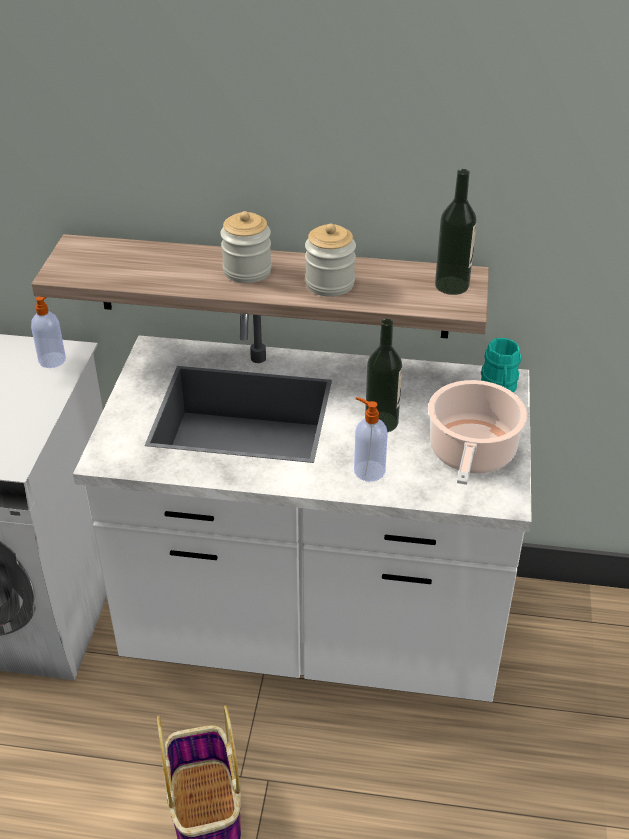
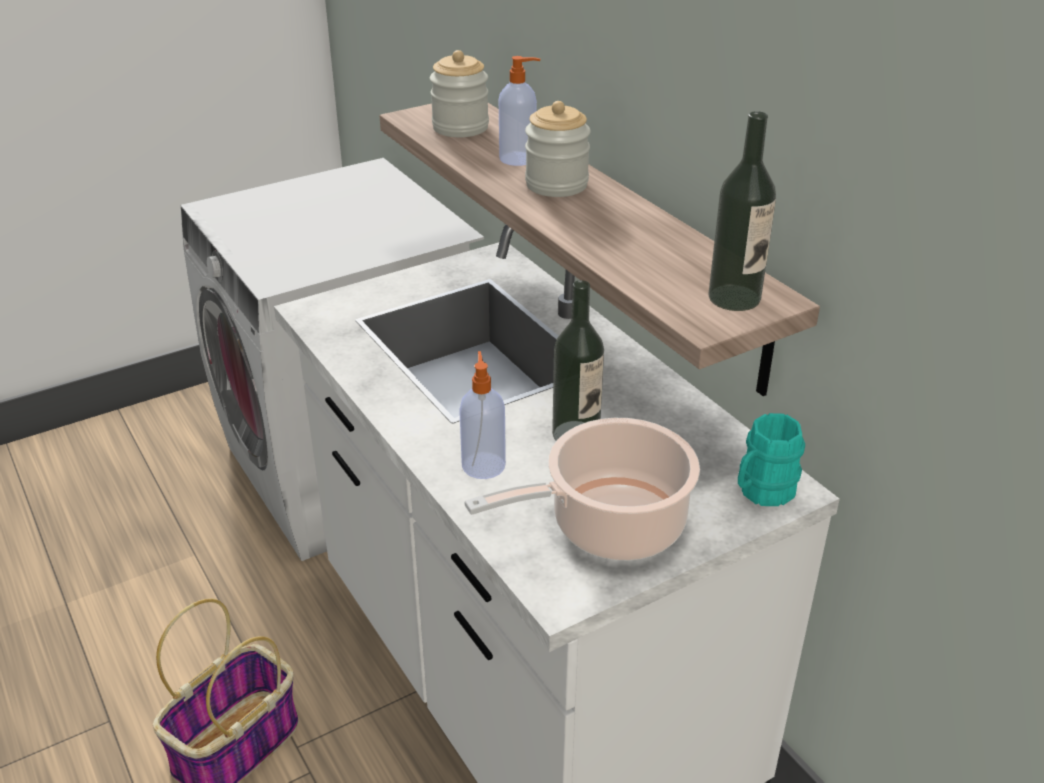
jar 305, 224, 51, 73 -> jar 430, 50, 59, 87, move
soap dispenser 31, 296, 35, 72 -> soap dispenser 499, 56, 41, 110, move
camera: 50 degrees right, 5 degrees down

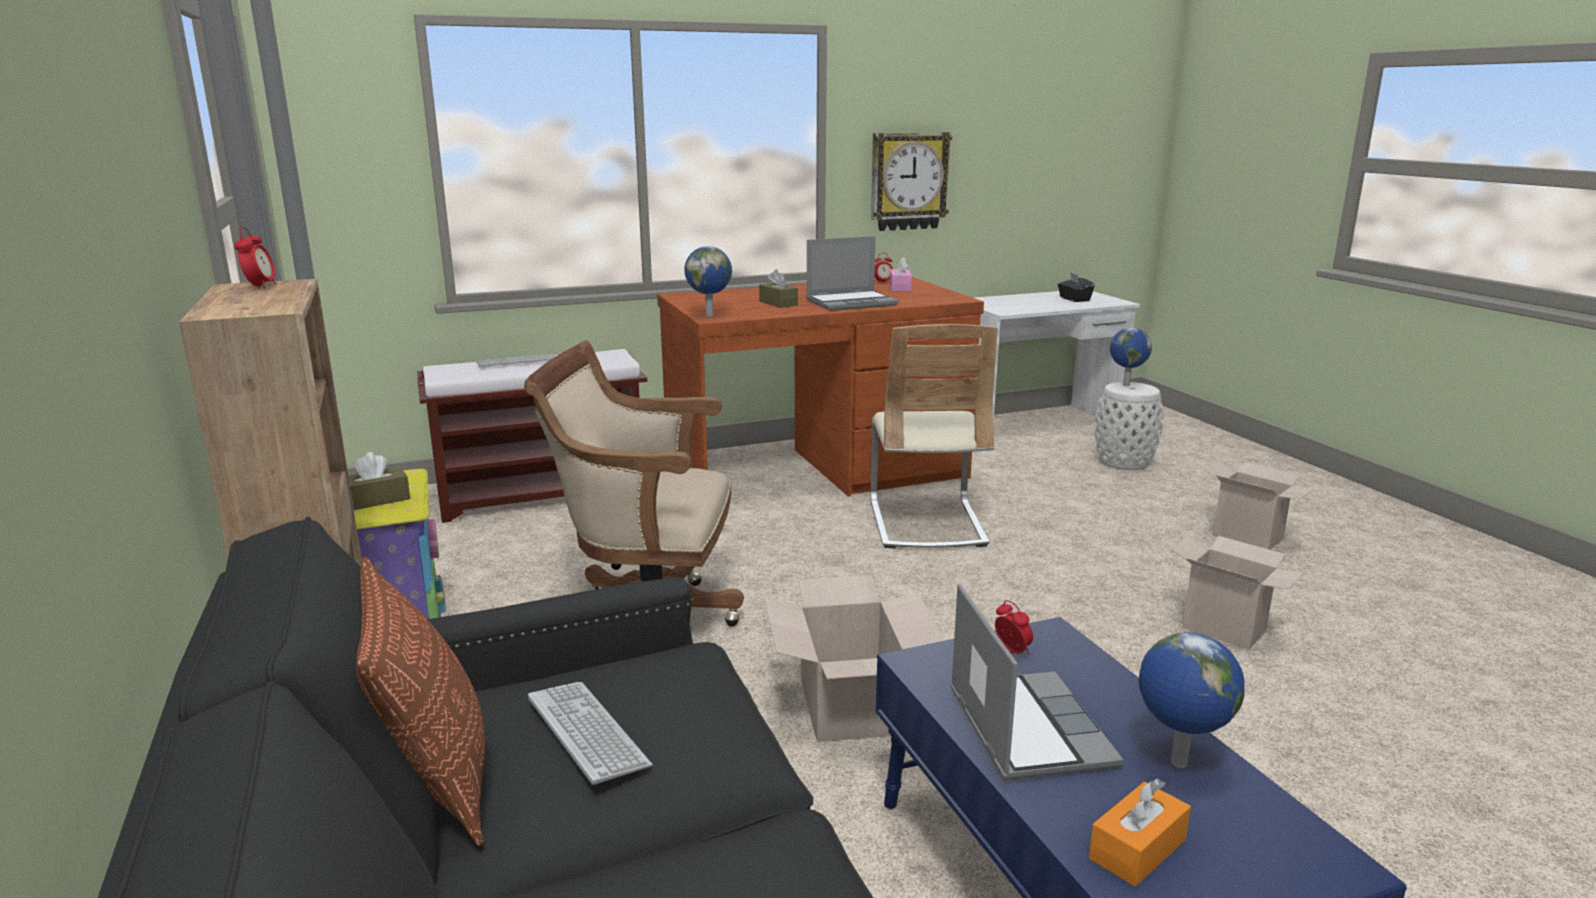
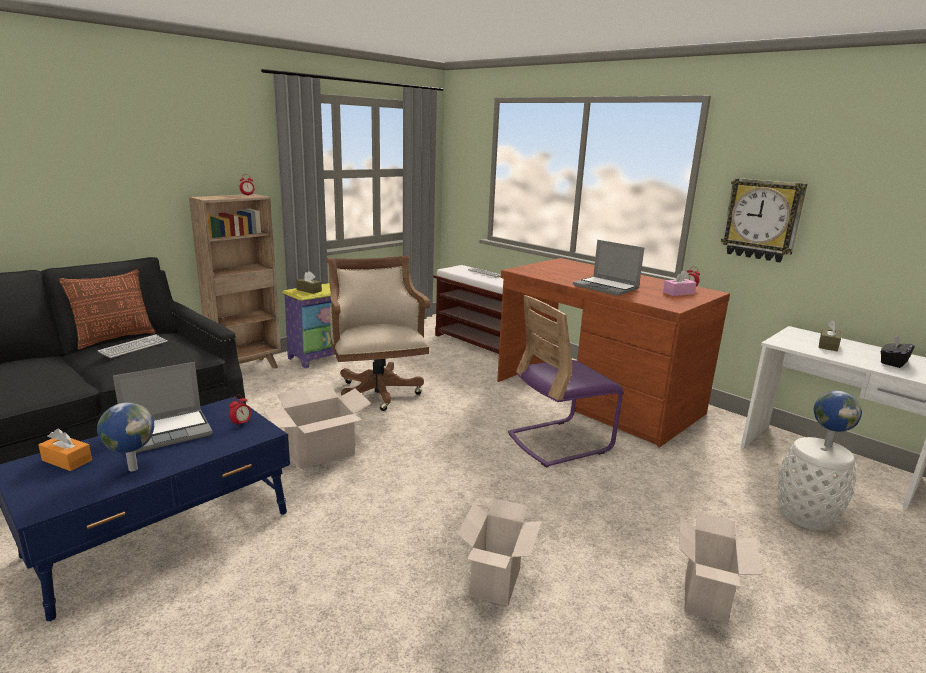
globe 684, 246, 48, 71 -> none
brown tissue box 759, 269, 39, 39 -> brown tissue box 819, 320, 22, 31, move
beige chair 871, 324, 127, 224 -> purple chair 508, 295, 116, 173
camera: 65 degrees right, 0 degrees up

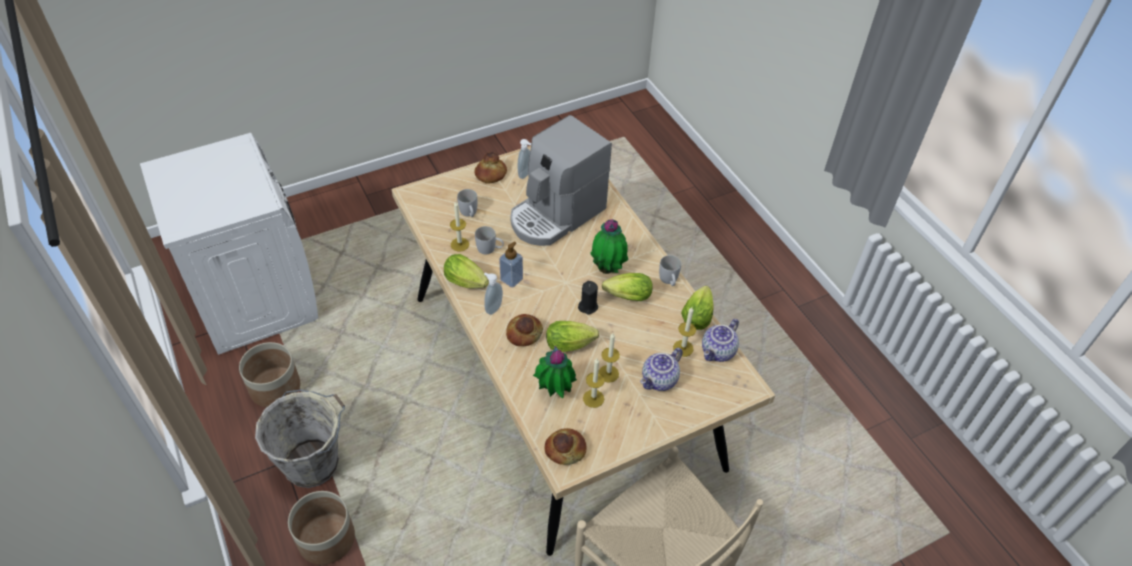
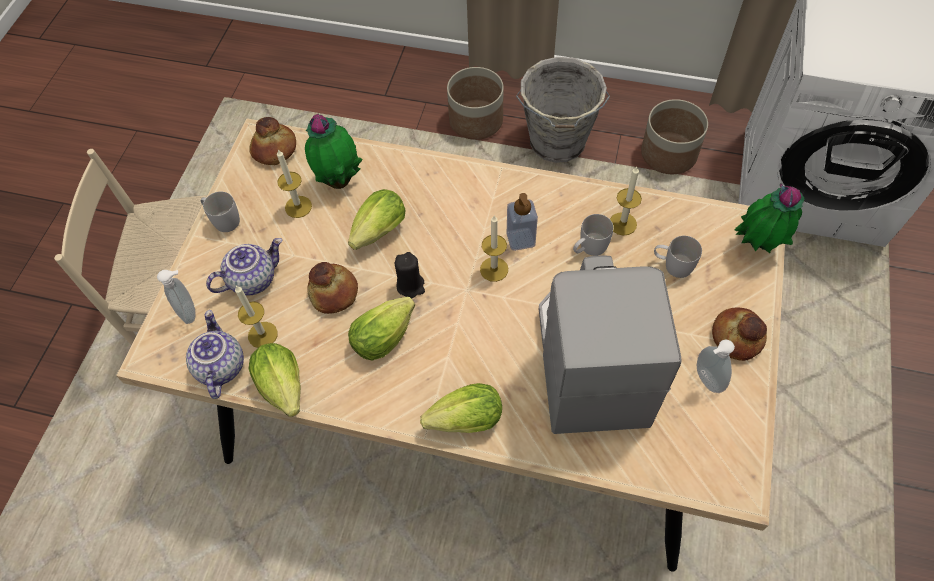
potted plant 590, 219, 38, 55 -> potted plant 735, 184, 69, 69, move
lettuce 444, 254, 45, 35 -> lettuce 420, 383, 82, 50, move
white mug 659, 255, 22, 31 -> white mug 200, 192, 40, 40, move
soap dispenser 484, 273, 19, 42 -> soap dispenser 157, 270, 39, 54, move
bread 506, 314, 37, 32 -> bread 307, 262, 51, 52, move
candle 598, 333, 22, 50 -> candle 480, 215, 28, 67, move
teapot 640, 348, 43, 43 -> teapot 206, 238, 77, 58, 60 degrees clockwise
camera: 135 degrees right, 10 degrees up

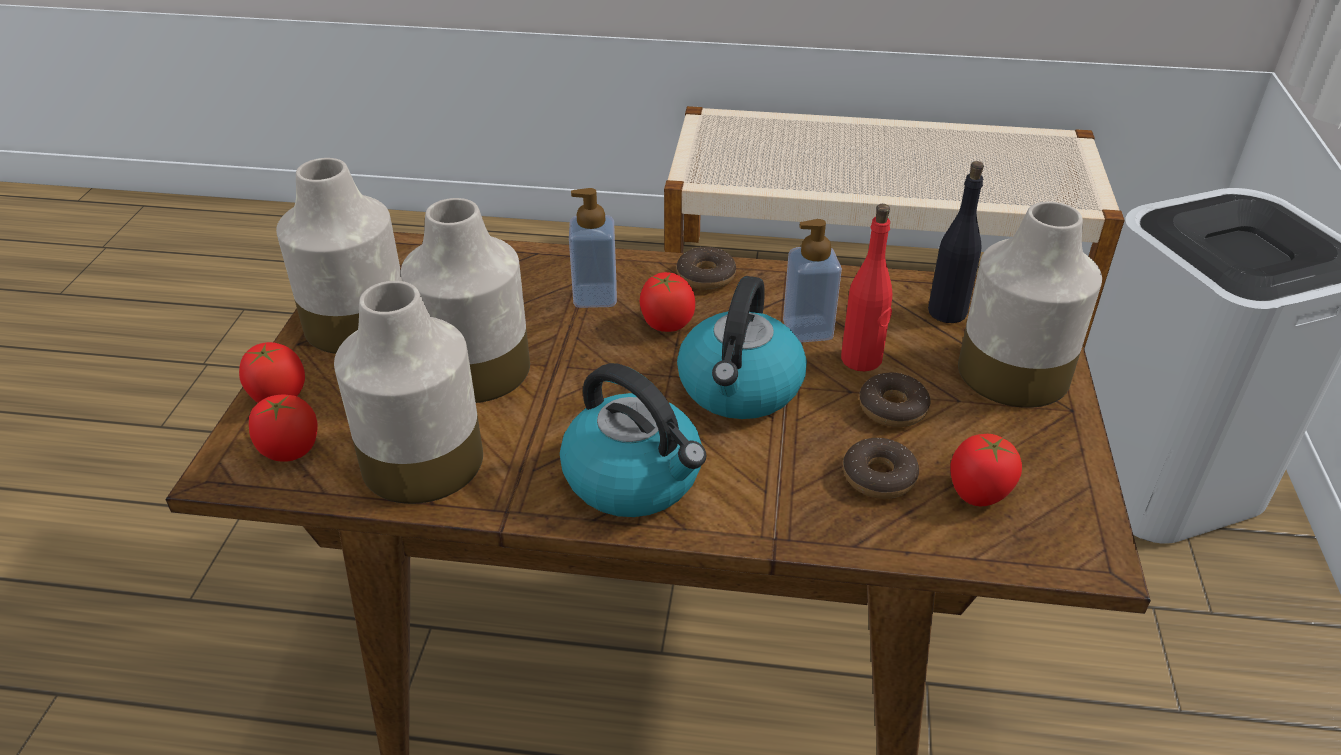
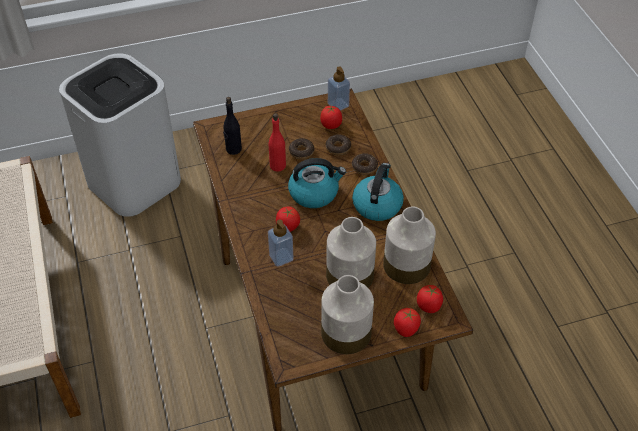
beige vase 958, 201, 144, 207 -> none
soap dispenser 783, 219, 59, 123 -> soap dispenser 328, 66, 22, 45, move
donut 676, 247, 60, 43 -> donut 352, 153, 26, 22, move
camera: 115 degrees left, 10 degrees up

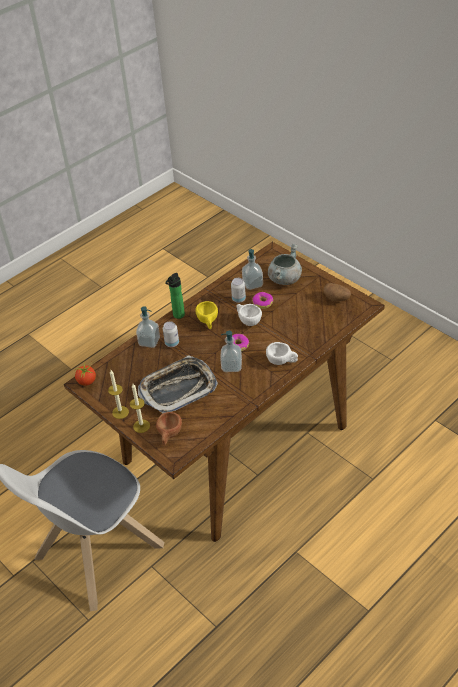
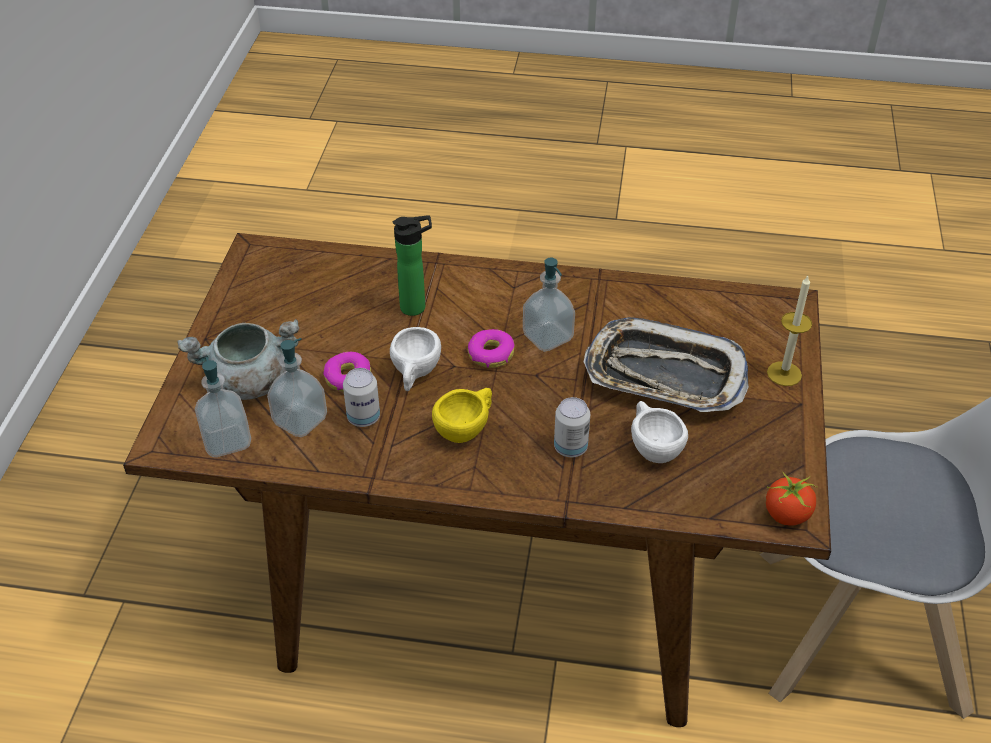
bottle 165, 273, 20, 46 -> bottle 393, 215, 39, 101, move
potato 323, 283, 28, 18 -> none
soap dispenser 136, 306, 24, 42 -> soap dispenser 195, 357, 56, 100, move
white cup 266, 342, 32, 23 -> white cup 631, 401, 57, 62, move
candle 108, 370, 21, 49 -> none
brown cup 156, 412, 26, 33 -> none
camera: 130 degrees left, 0 degrees up

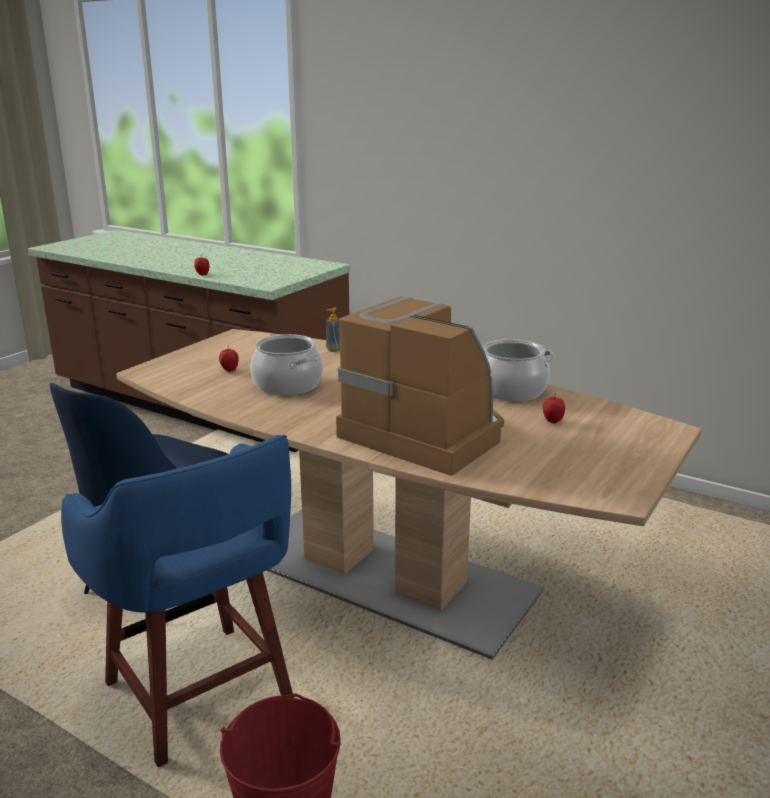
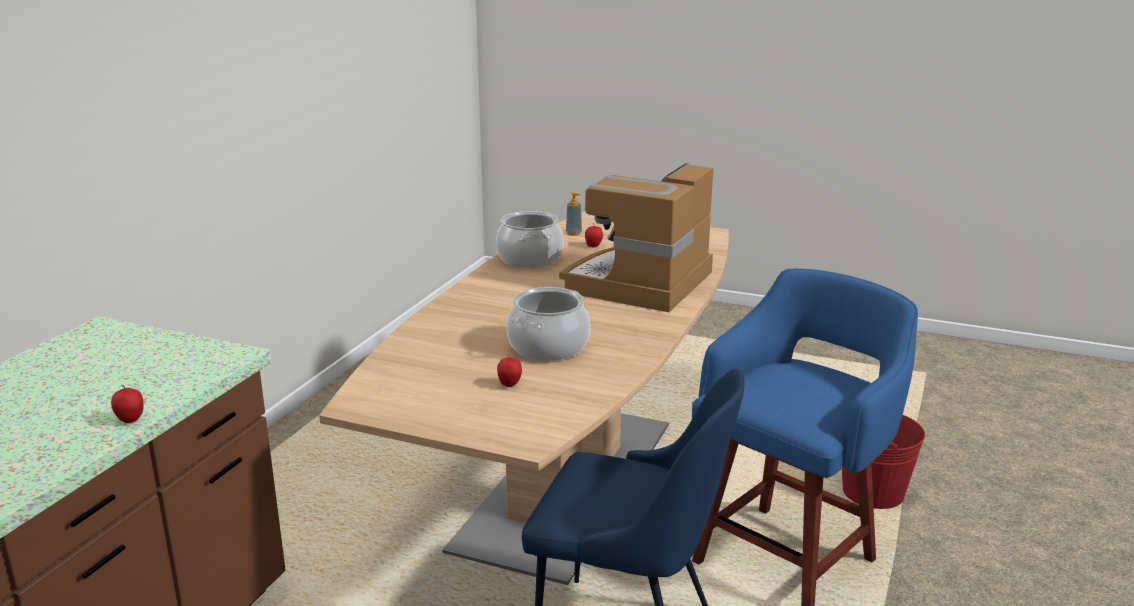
soap dispenser 326, 308, 14, 44 -> soap dispenser 566, 192, 16, 44, move
camera: 100 degrees left, 0 degrees up

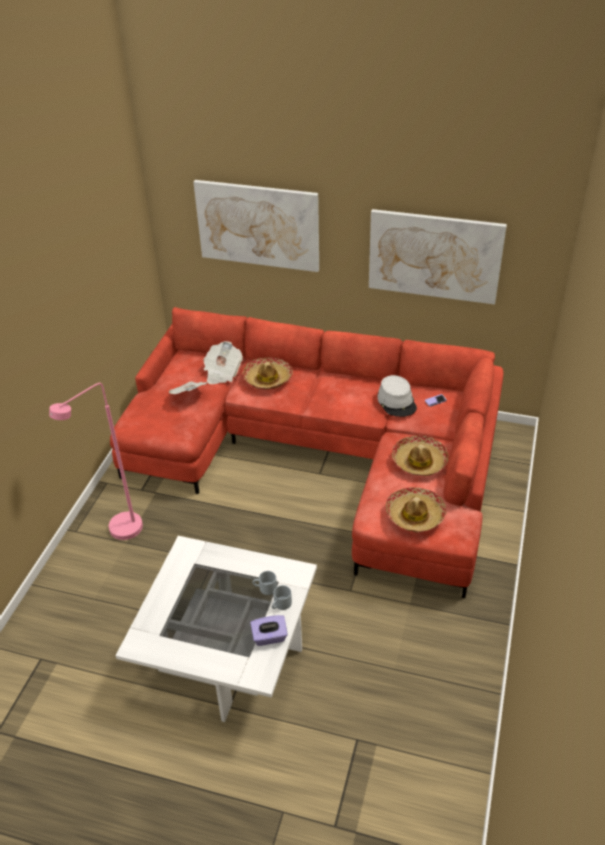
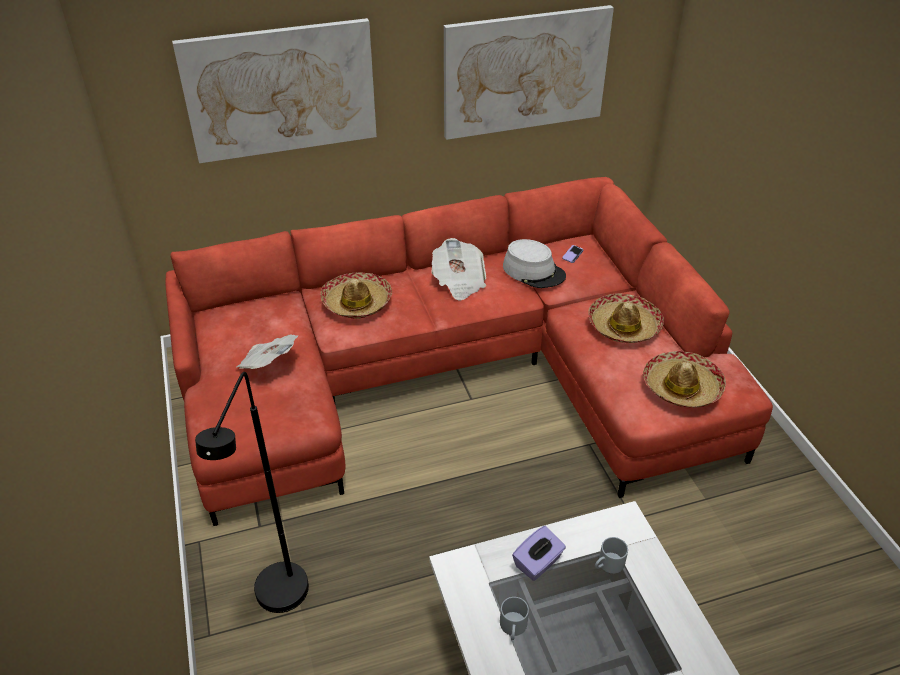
newspaper 203, 341, 40, 43 -> newspaper 431, 238, 55, 63, move
pink floor lamp 49, 383, 94, 157 -> black floor lamp 195, 372, 114, 241
grey mug 272, 585, 20, 25 -> grey mug 500, 597, 29, 43, move
purple tissue box 250, 615, 38, 31 -> purple tissue box 512, 526, 54, 55, move
camera: 35 degrees left, 0 degrees up

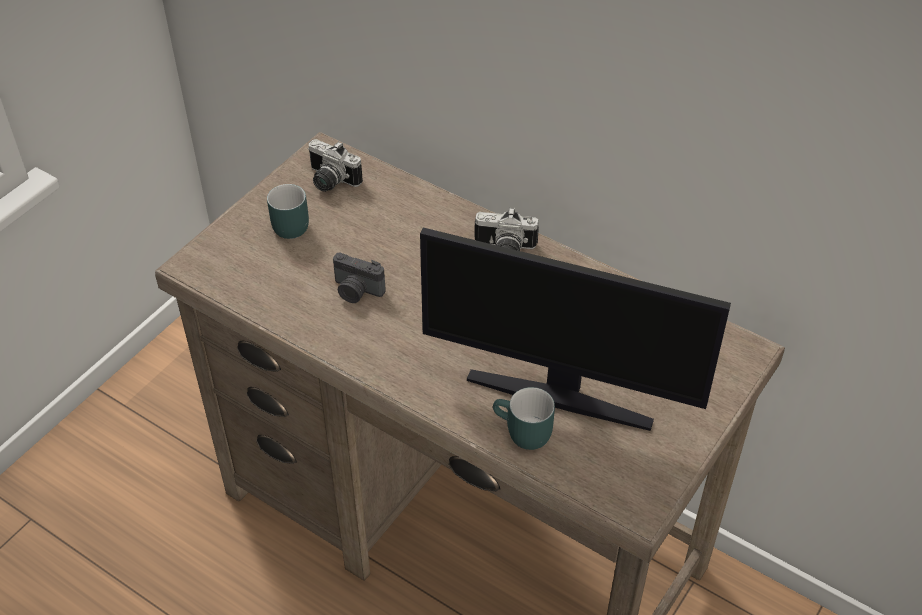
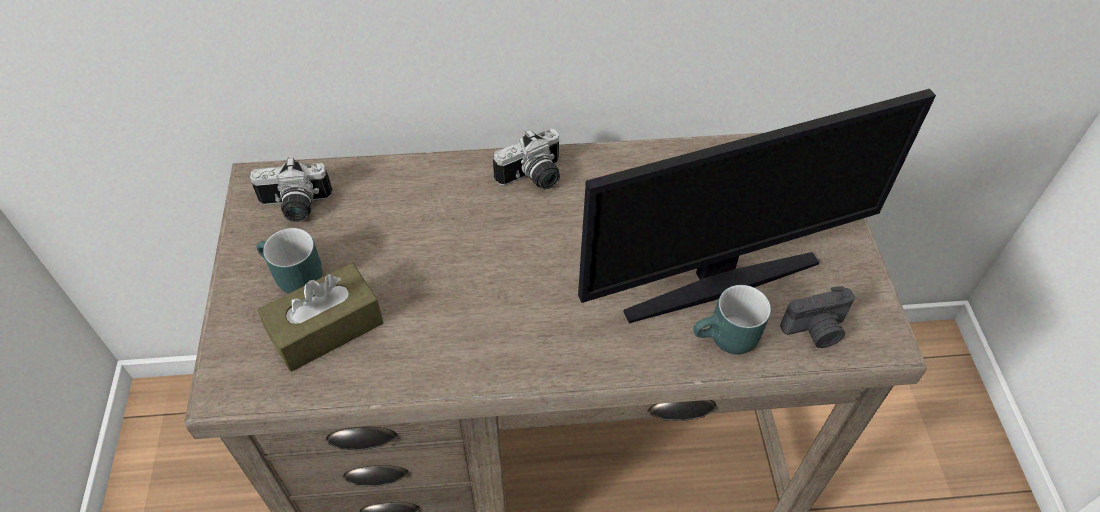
photo camera 333, 252, 53, 51 -> photo camera 780, 286, 75, 62, move
none -> brown tissue box 258, 263, 126, 109
camera: 40 degrees left, 5 degrees up

